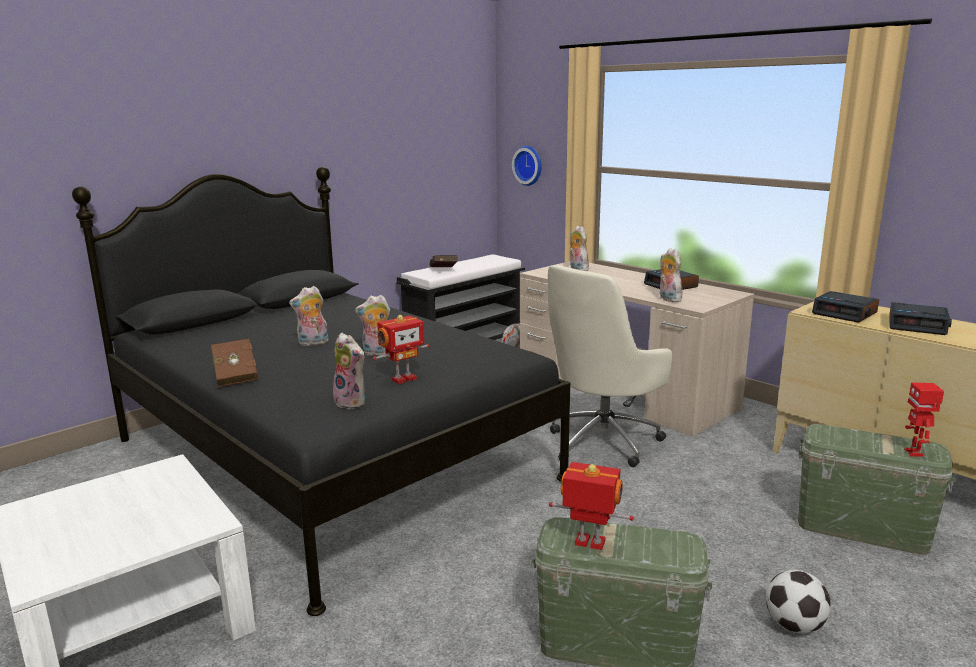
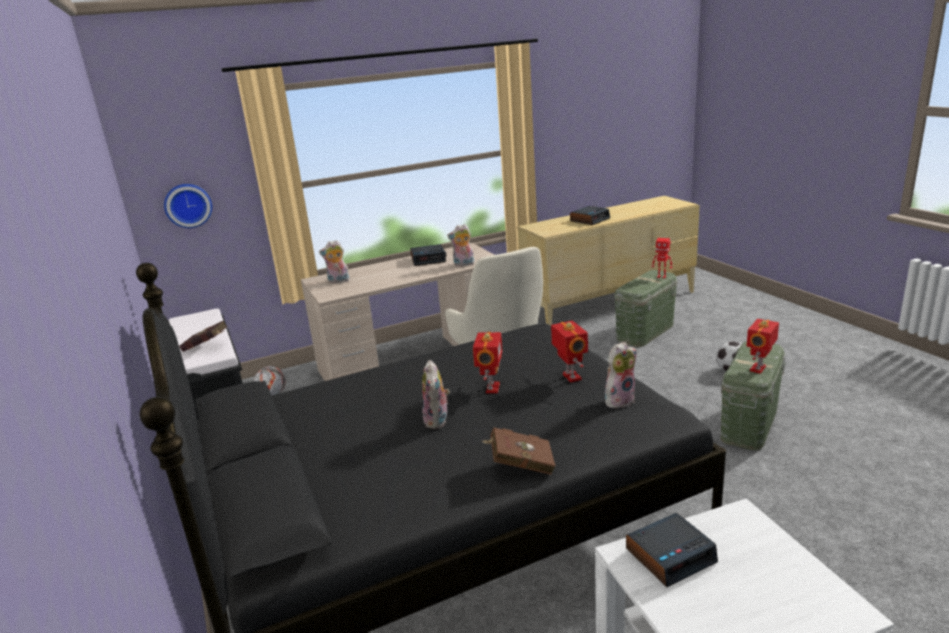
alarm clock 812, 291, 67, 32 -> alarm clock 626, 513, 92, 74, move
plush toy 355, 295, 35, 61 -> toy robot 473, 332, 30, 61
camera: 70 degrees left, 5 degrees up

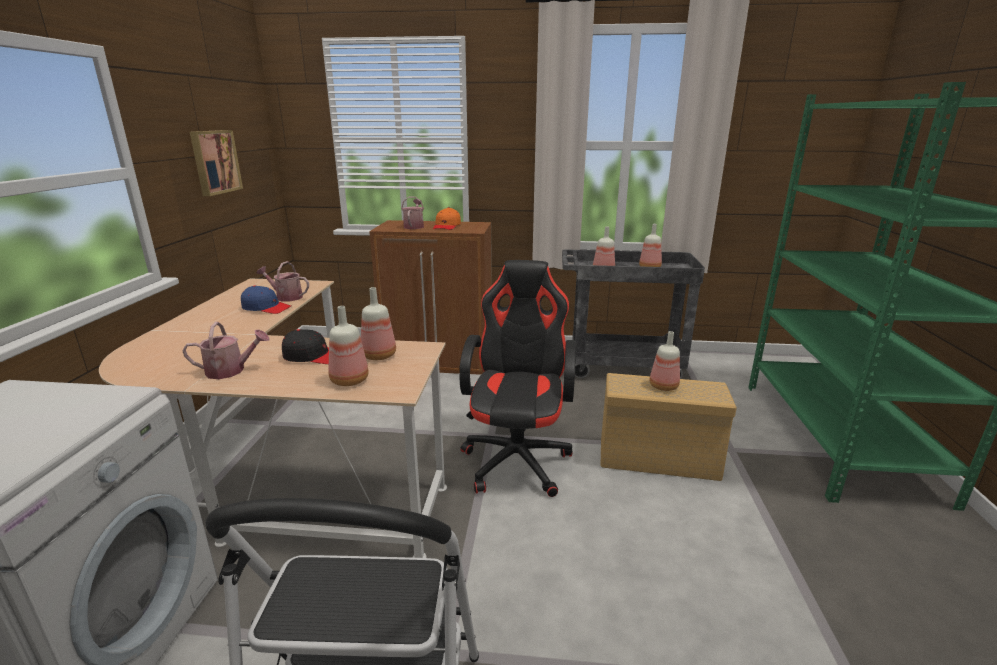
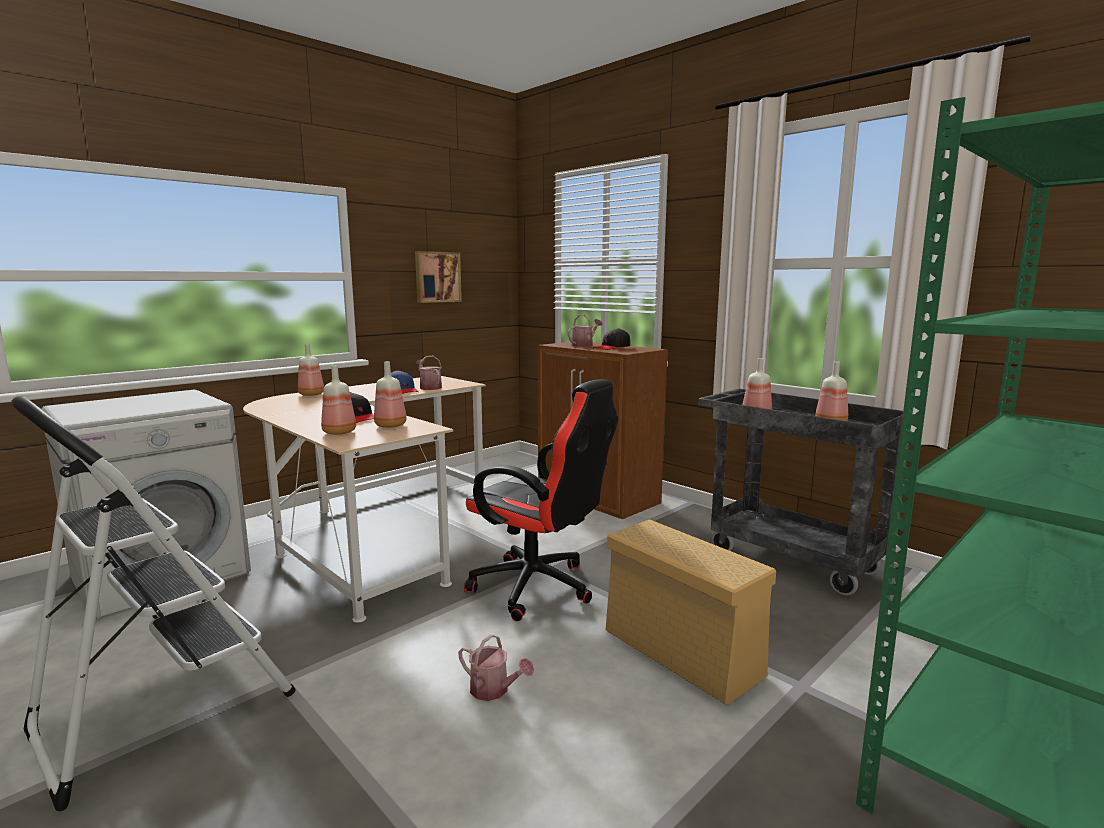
orange cap 433, 207, 28, 23 -> black cap 593, 328, 37, 22
black office chair 459, 260, 117, 237 -> black office chair 464, 379, 154, 242, 75 degrees clockwise
watering can 182, 322, 87, 57 -> watering can 458, 634, 76, 67, move
bottle 650, 331, 30, 60 -> bottle 298, 344, 26, 52, move
camera: 40 degrees right, 10 degrees down

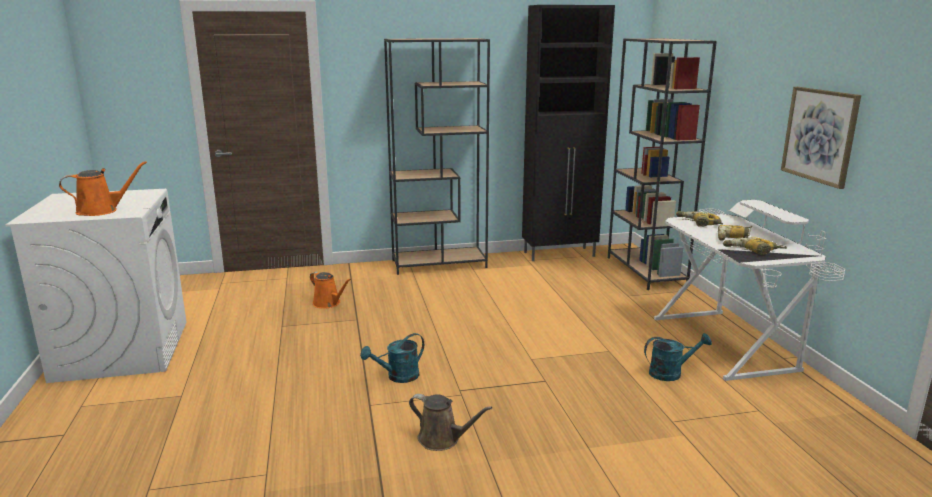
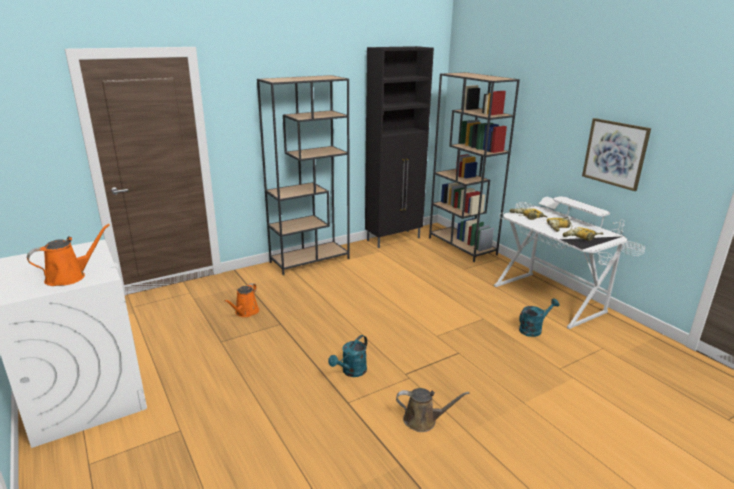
orange watering can 310, 272, 41, 37 -> orange watering can 224, 283, 35, 34, 90 degrees clockwise
camera: 20 degrees left, 5 degrees up

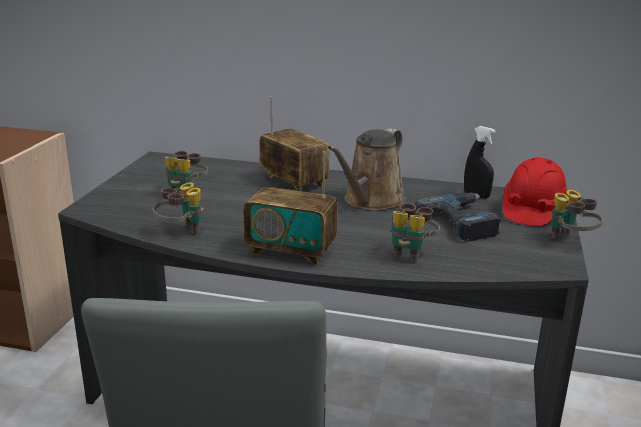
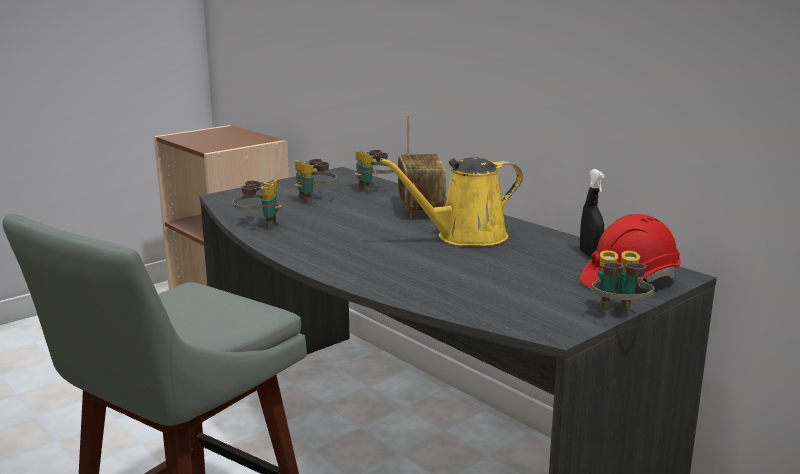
brown watering can 328, 128, 78, 83 -> yellow watering can 380, 157, 143, 89
radio 244, 151, 94, 114 -> none
power drill 414, 192, 88, 50 -> none
binoculars 391, 203, 49, 59 -> binoculars 354, 150, 40, 43, move
camera: 35 degrees right, 5 degrees down

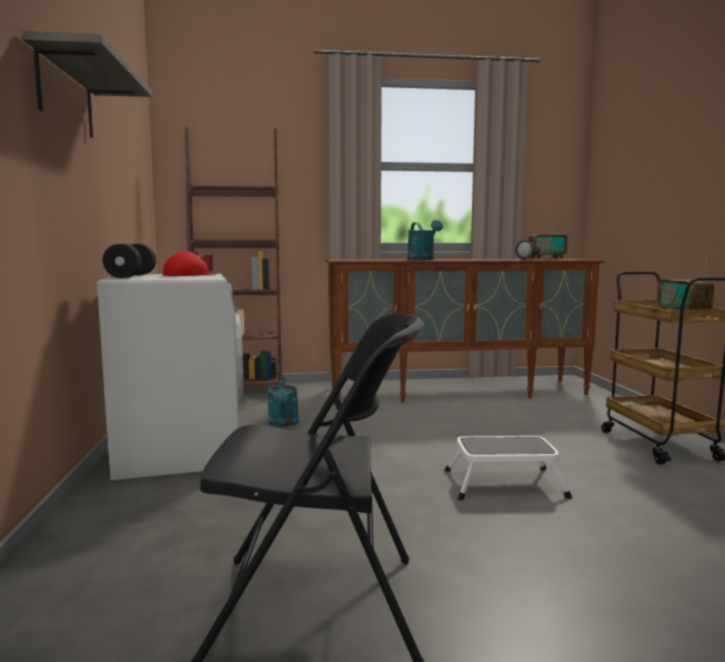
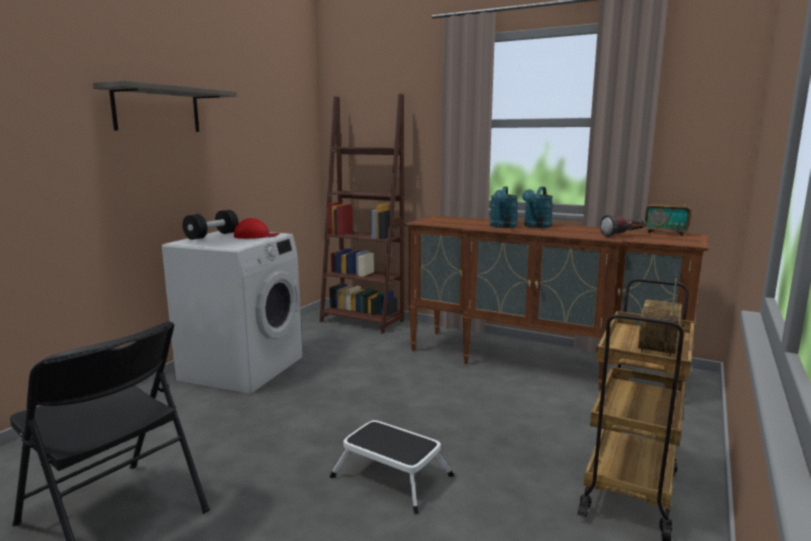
turquoise watering can 267, 377, 32, 50 -> turquoise watering can 522, 187, 31, 41, move
camera: 35 degrees right, 5 degrees up

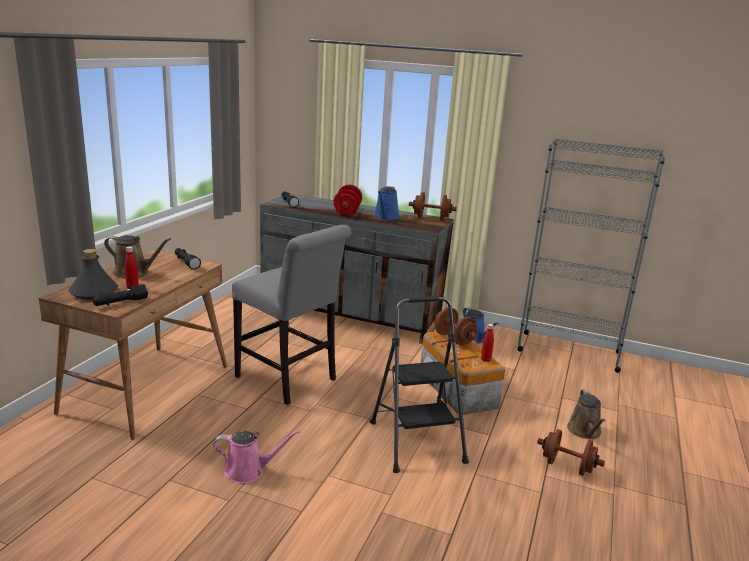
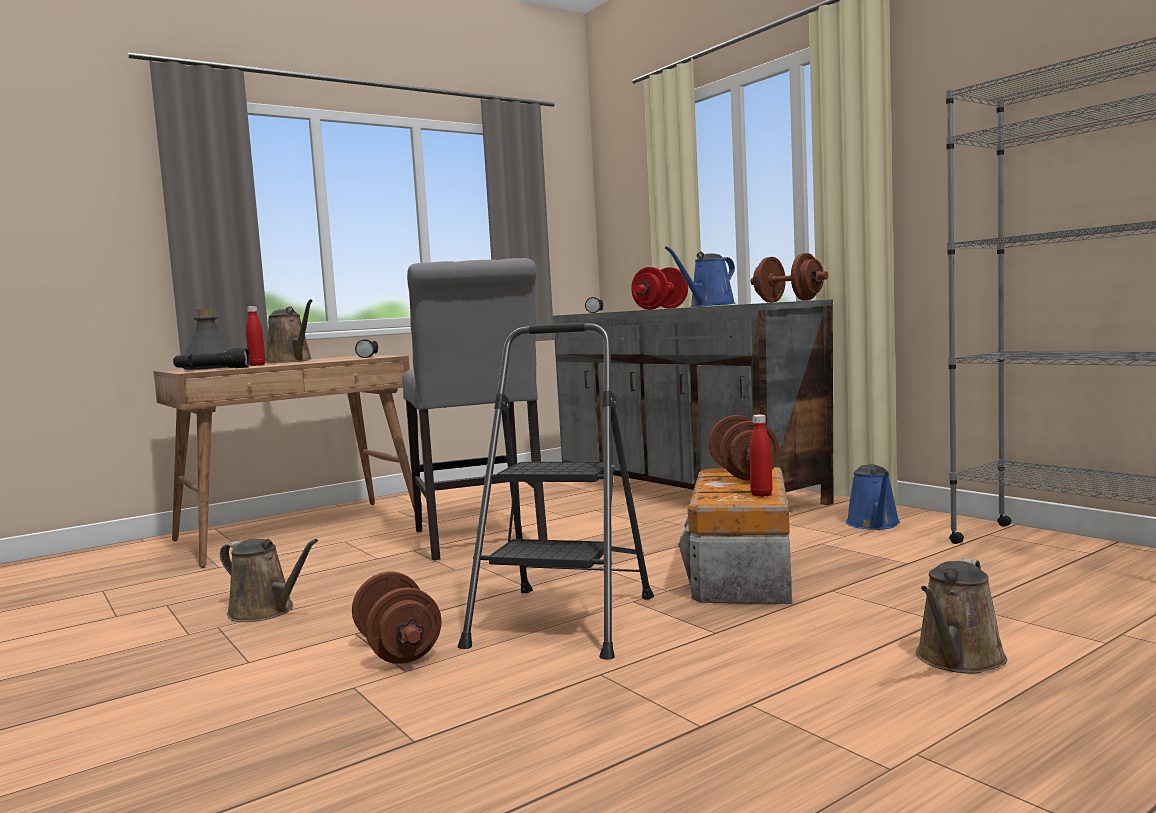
brown dumbbell 537, 429, 68, 47 -> brown dumbbell 352, 572, 90, 92, move
pink watering can 213, 430, 87, 53 -> brown watering can 220, 539, 98, 83
camera: 35 degrees right, 15 degrees down

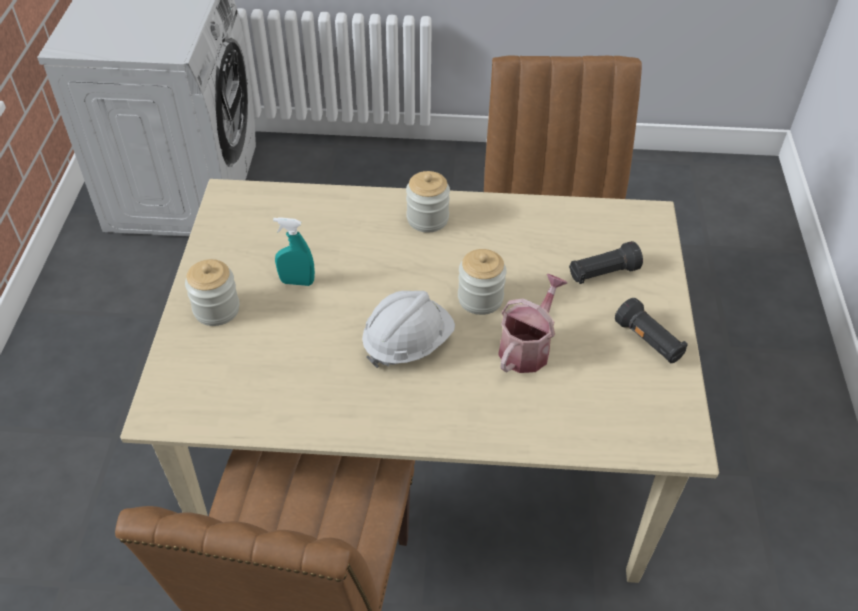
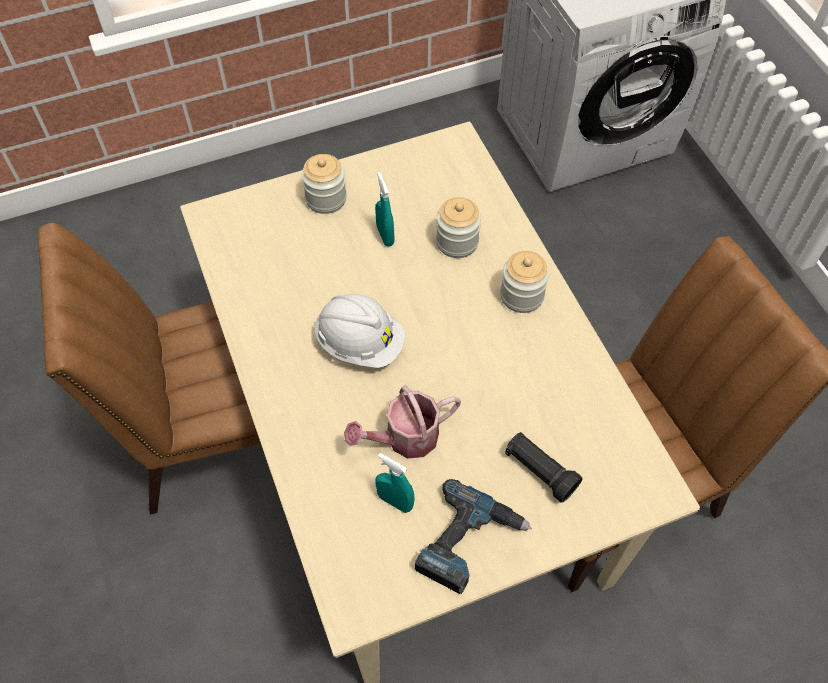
jar 458, 249, 49, 66 -> jar 436, 197, 45, 61, move
watering can 498, 274, 69, 99 -> watering can 344, 385, 117, 73, 150 degrees clockwise
black flashlight 615, 298, 73, 65 -> power drill 415, 479, 117, 115
none -> turquoise spray bottle 376, 453, 39, 60
camera: 65 degrees right, 10 degrees up

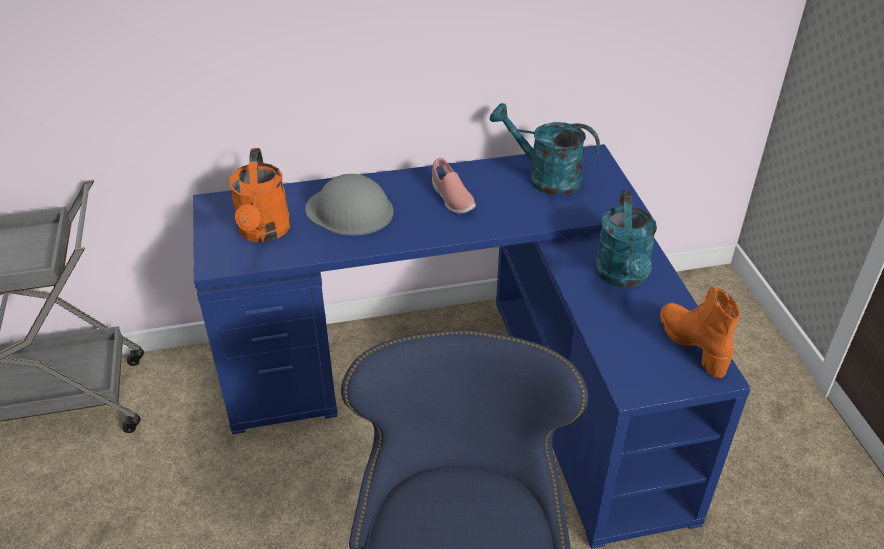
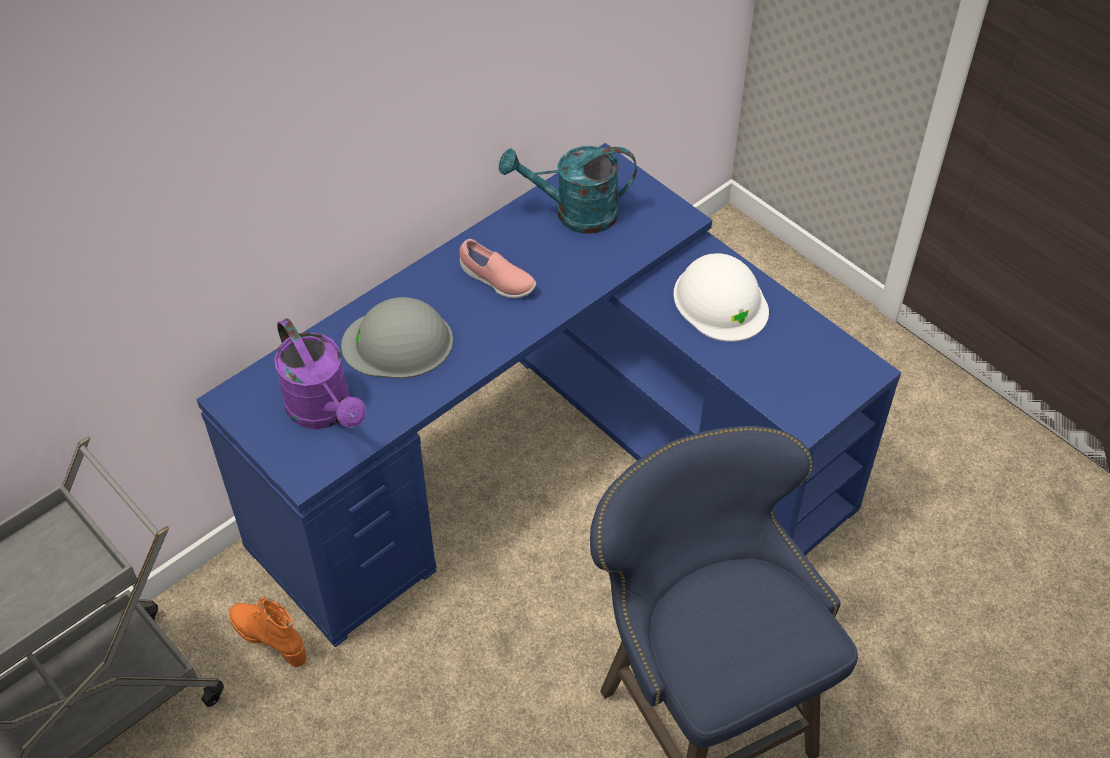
orange watering can 229, 148, 62, 95 -> purple watering can 274, 318, 92, 111
turquoise watering can 595, 191, 62, 97 -> white hard hat 674, 253, 95, 89
orange boot 660, 287, 80, 91 -> orange boot 229, 597, 78, 70, move
camera: 30 degrees left, 10 degrees up

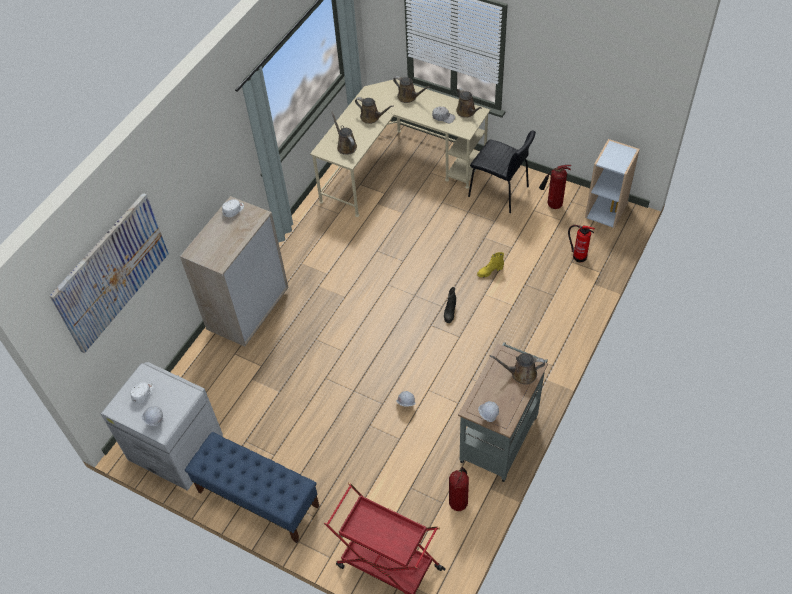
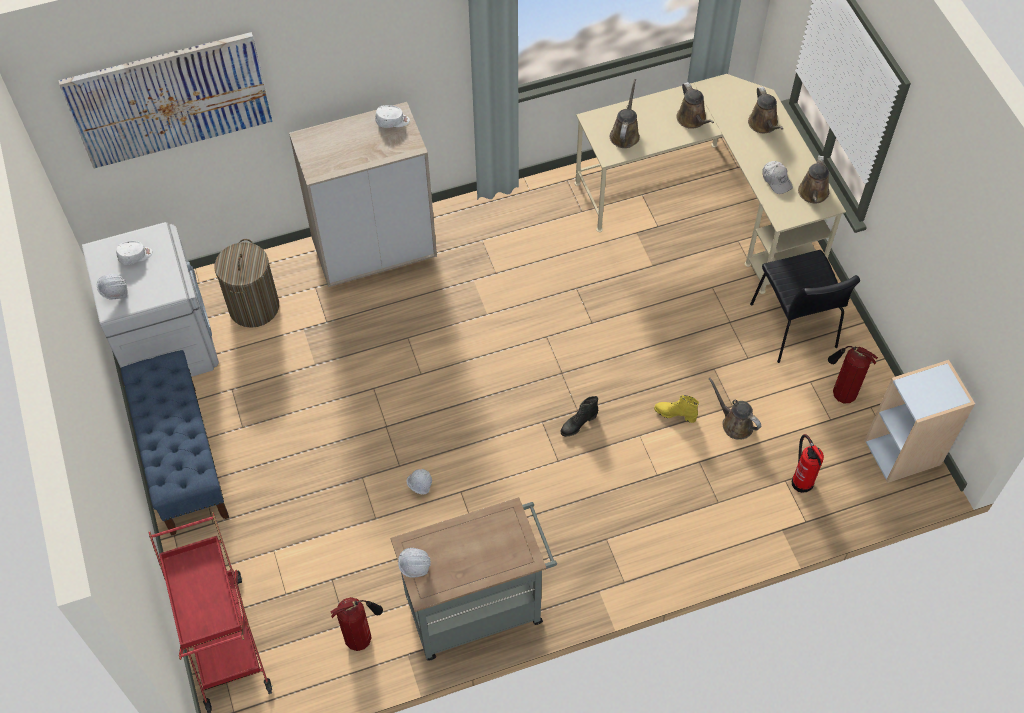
brown watering can 490, 353, 55, 32 -> brown watering can 709, 378, 52, 62, move
none -> laundry basket 214, 239, 65, 89
camera: 40 degrees right, 5 degrees up

